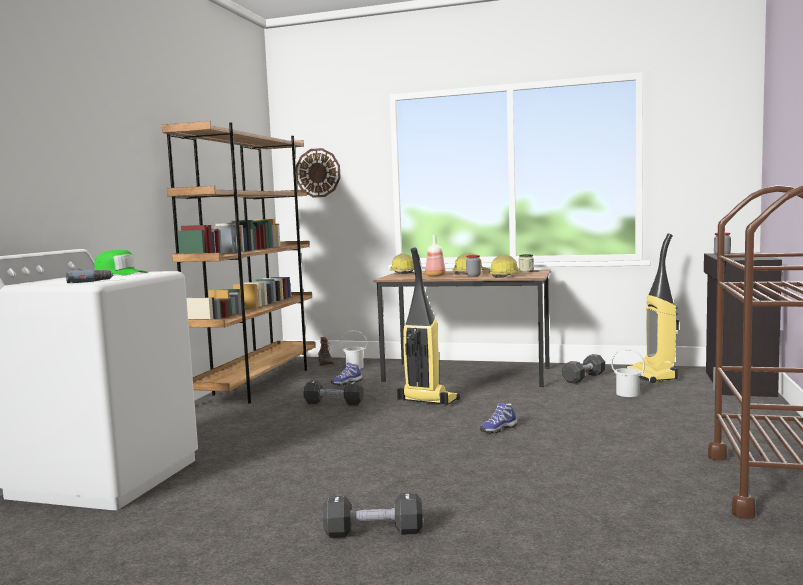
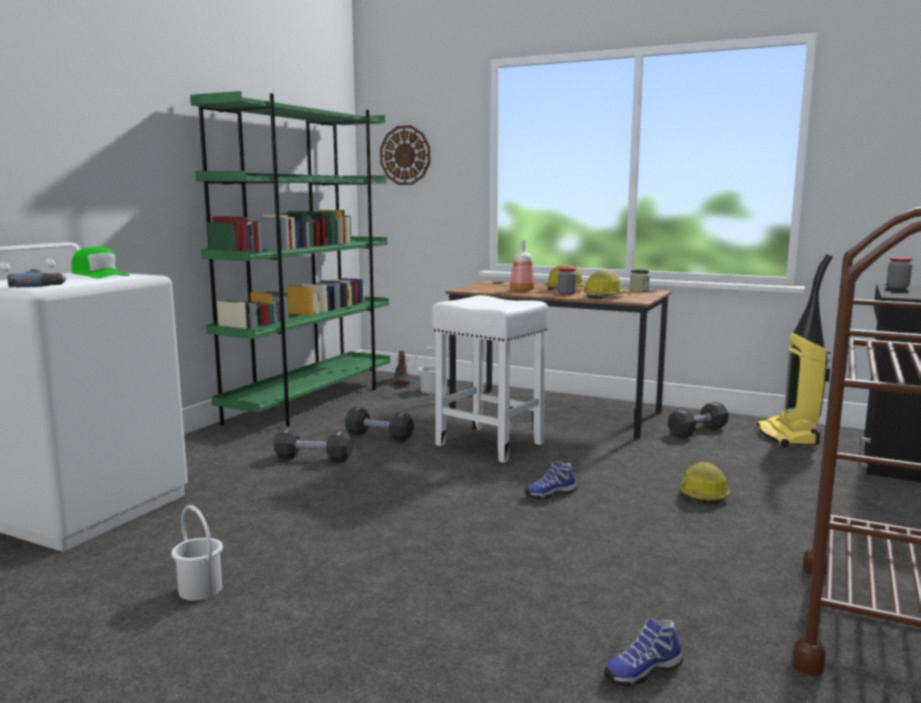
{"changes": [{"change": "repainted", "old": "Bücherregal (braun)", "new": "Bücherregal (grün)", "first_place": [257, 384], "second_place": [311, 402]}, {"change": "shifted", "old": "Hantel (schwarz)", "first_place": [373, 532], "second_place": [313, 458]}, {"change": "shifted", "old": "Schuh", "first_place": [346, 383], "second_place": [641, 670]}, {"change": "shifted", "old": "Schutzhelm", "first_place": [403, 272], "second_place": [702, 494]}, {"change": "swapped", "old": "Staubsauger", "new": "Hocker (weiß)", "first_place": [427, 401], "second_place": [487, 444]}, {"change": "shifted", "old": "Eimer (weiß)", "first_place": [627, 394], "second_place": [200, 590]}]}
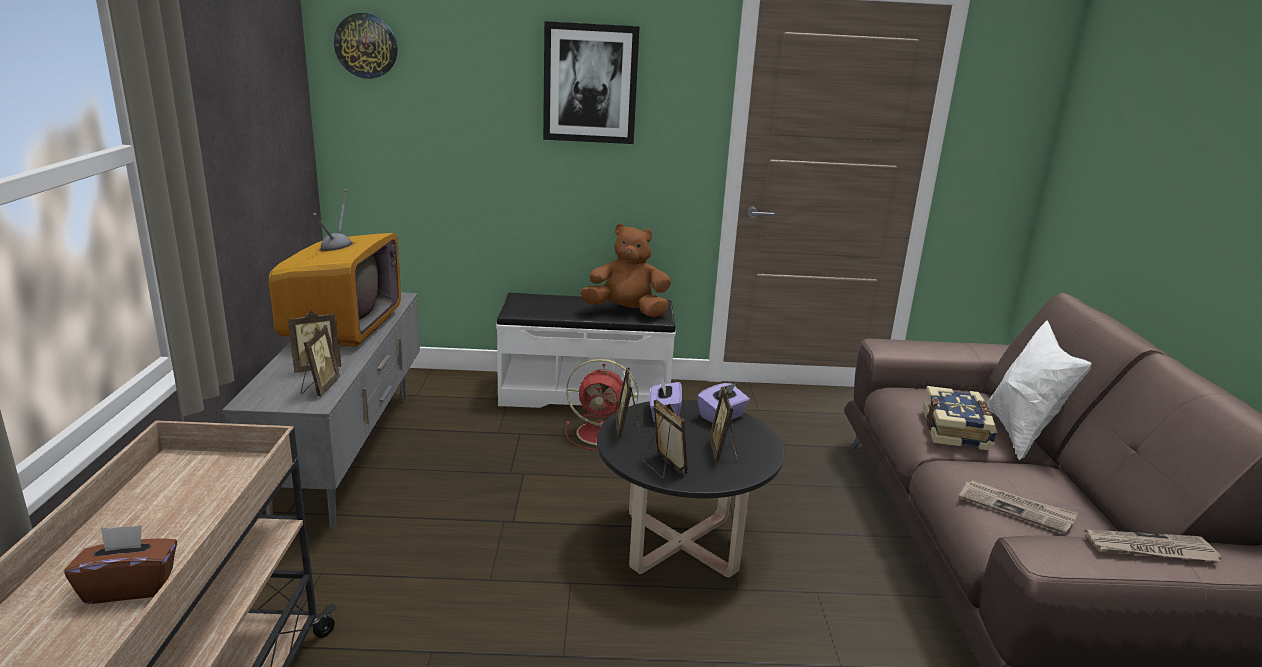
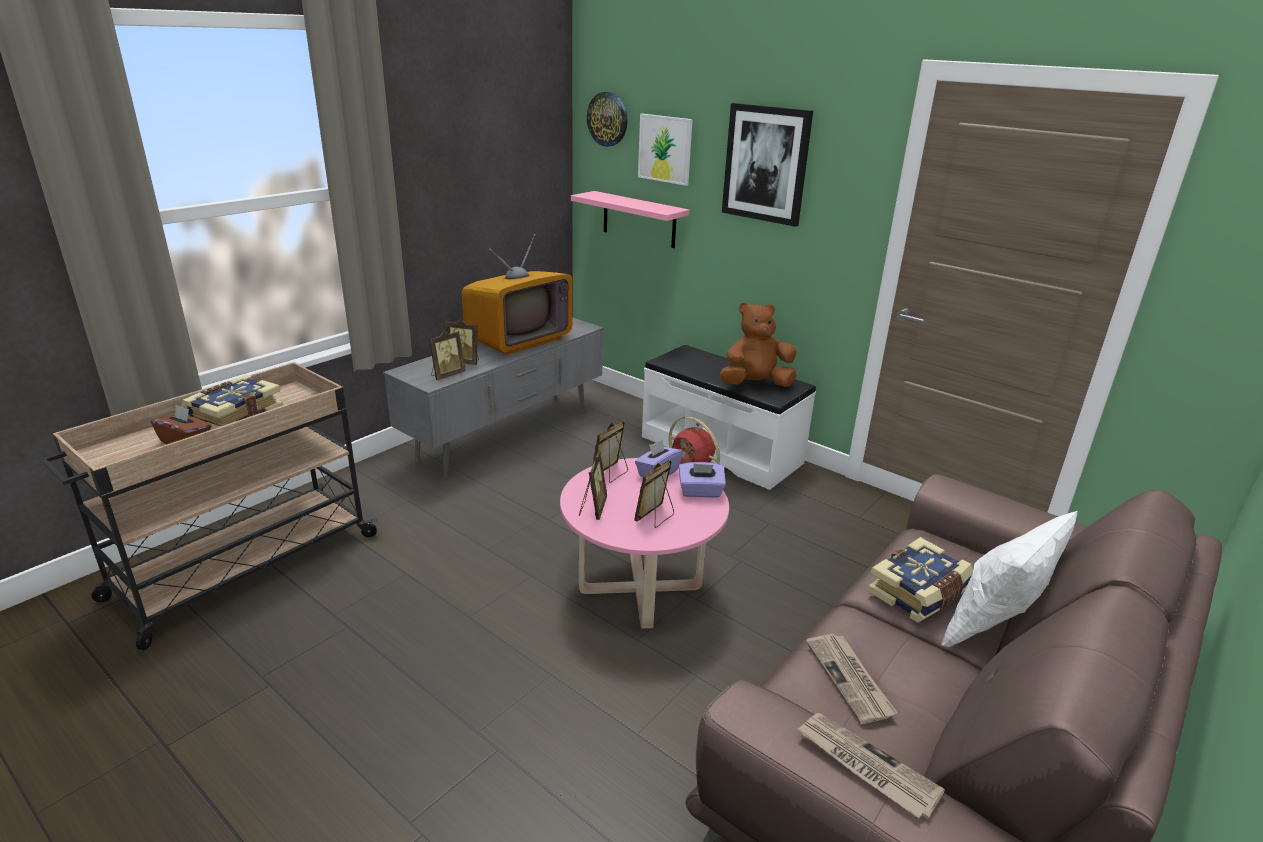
{"changes": [{"change": "rotated", "old": "Plüschtier (braun)", "first_place": [627, 311], "second_place": [755, 385], "degrees": -60}, {"change": "repainted", "old": "Couchtisch (schwarz)", "new": "Couchtisch (rosa)", "first_place": [681, 544], "second_place": [640, 588]}, {"change": "new", "new": "Buch", "second_place": [235, 416]}, {"change": "new", "new": "Wandregal (rosa)", "second_place": [639, 219]}, {"change": "new", "new": "Bild", "second_place": [665, 149]}]}
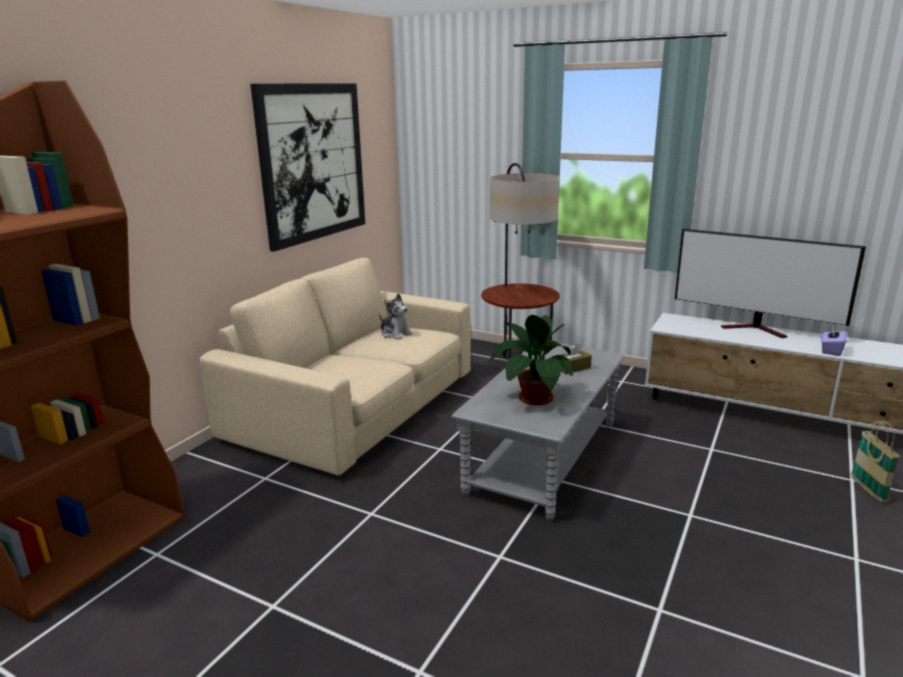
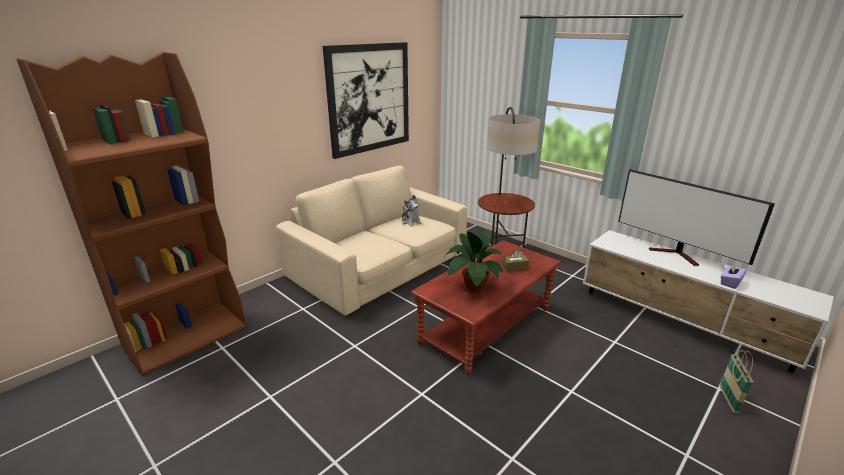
{"changes": [{"change": "repainted", "old": "Couchtisch (grau)", "new": "Couchtisch (braun)", "first_place": [544, 457], "second_place": [486, 325]}]}
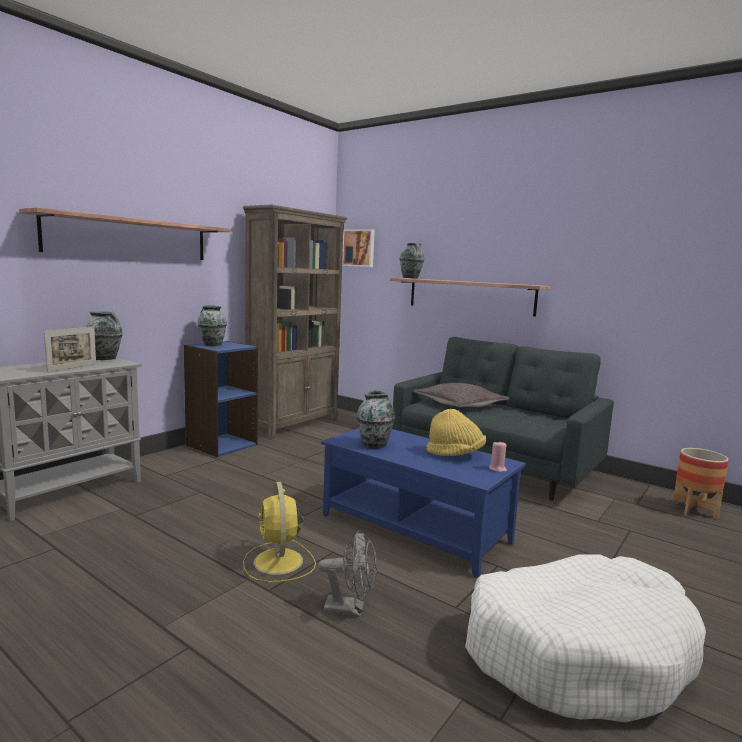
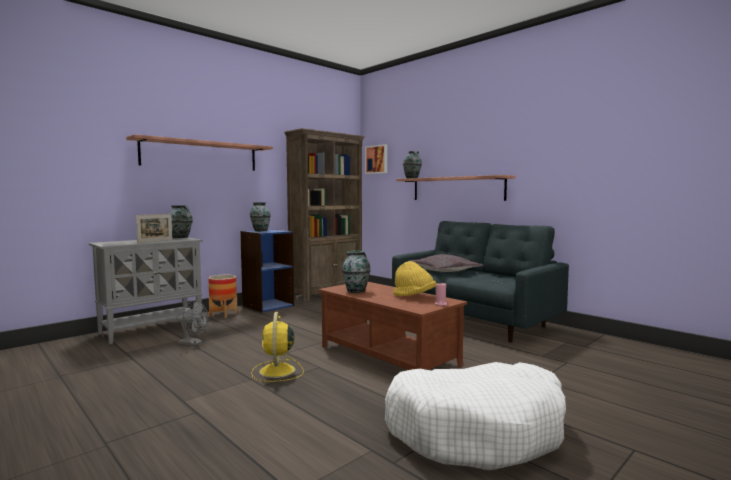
{"changes": [{"change": "shifted", "old": "Ventilator (grau)", "first_place": [350, 609], "second_place": [193, 343]}, {"change": "repainted", "old": "Couchtisch (blau)", "new": "Couchtisch (braun)", "first_place": [415, 528], "second_place": [389, 356]}, {"change": "shifted", "old": "Pflanzkübel", "first_place": [694, 510], "second_place": [223, 314]}]}
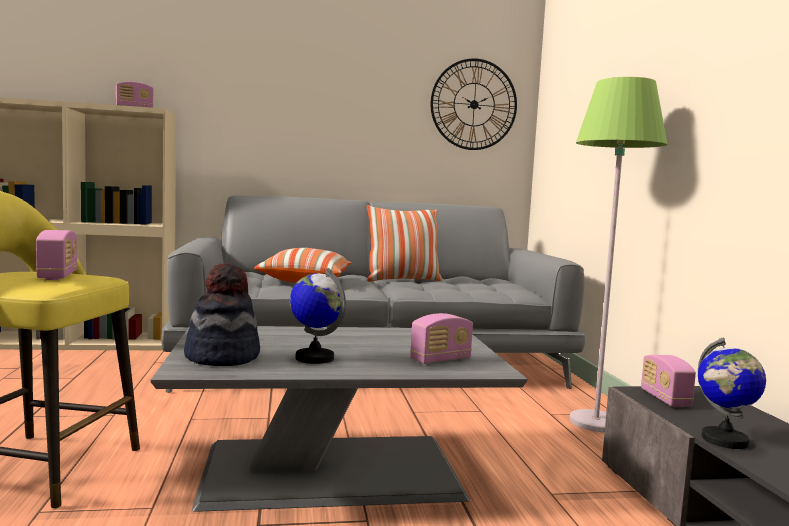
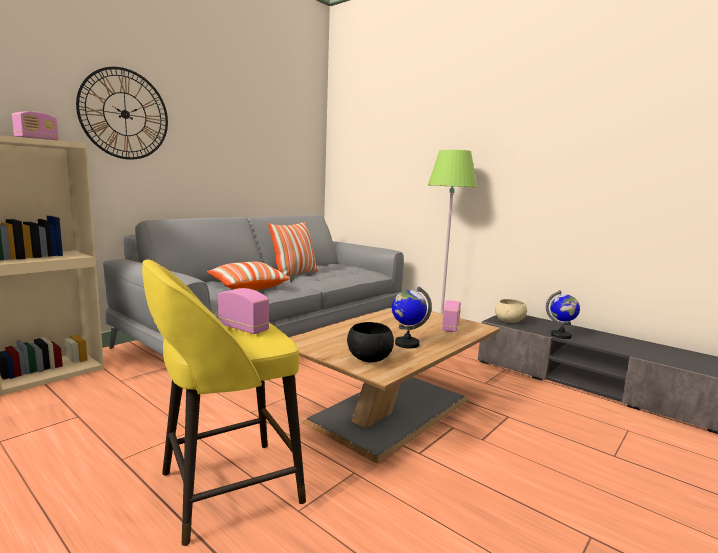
{"changes": [{"change": "repainted", "old": "Couchtisch (grau)", "new": "Couchtisch (braun)", "first_place": [336, 469], "second_place": [392, 408]}, {"change": "swapped", "old": "Hut", "new": "Schüssel (schwarz)", "first_place": [222, 357], "second_place": [369, 358]}, {"change": "shifted", "old": "Wanduhr", "first_place": [474, 104], "second_place": [125, 114]}, {"change": "swapped", "old": "Radio", "new": "Schüssel (beige)", "first_place": [665, 399], "second_place": [509, 322]}]}
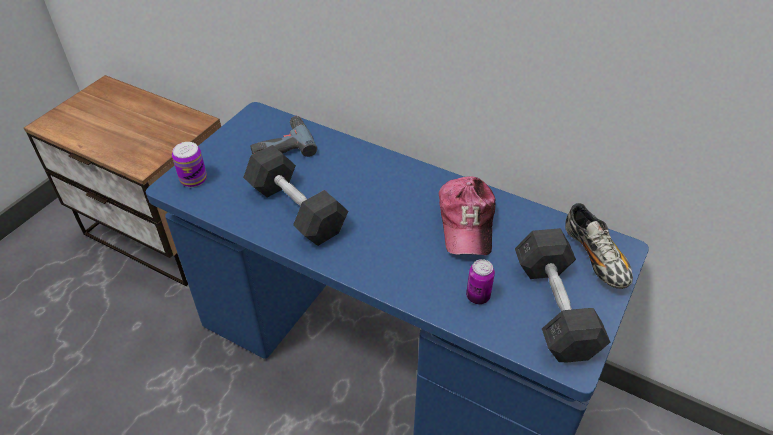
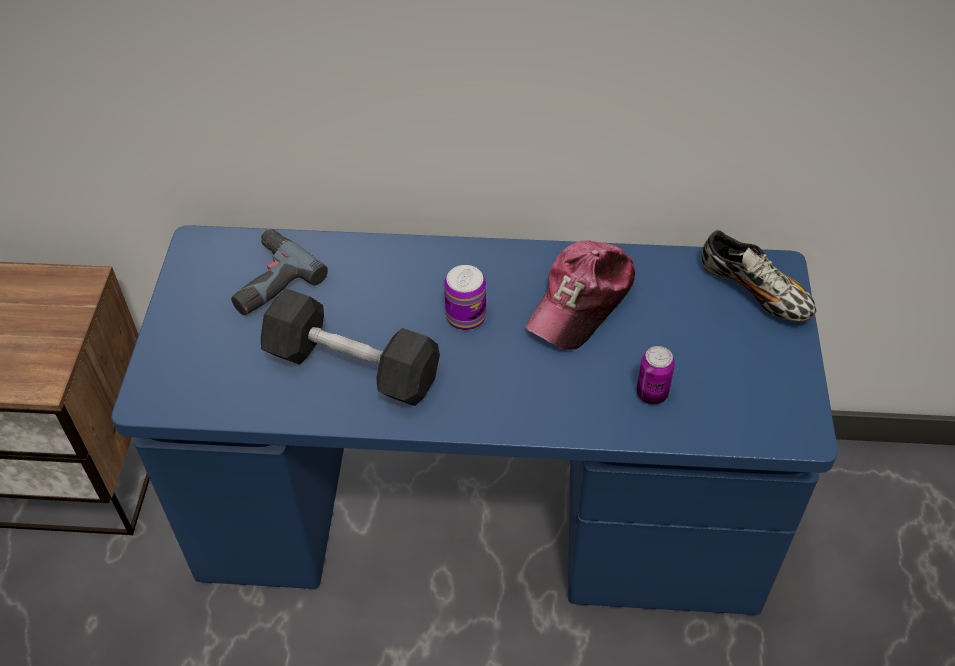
{"changes": [{"change": "shifted", "old": "Dose", "first_place": [193, 179], "second_place": [466, 317]}, {"change": "rotated", "old": "Kappe", "first_place": [466, 222], "second_place": [581, 302], "degrees": 60}, {"change": "gone", "old": "Hantel (grau)", "first_place": [554, 308]}]}
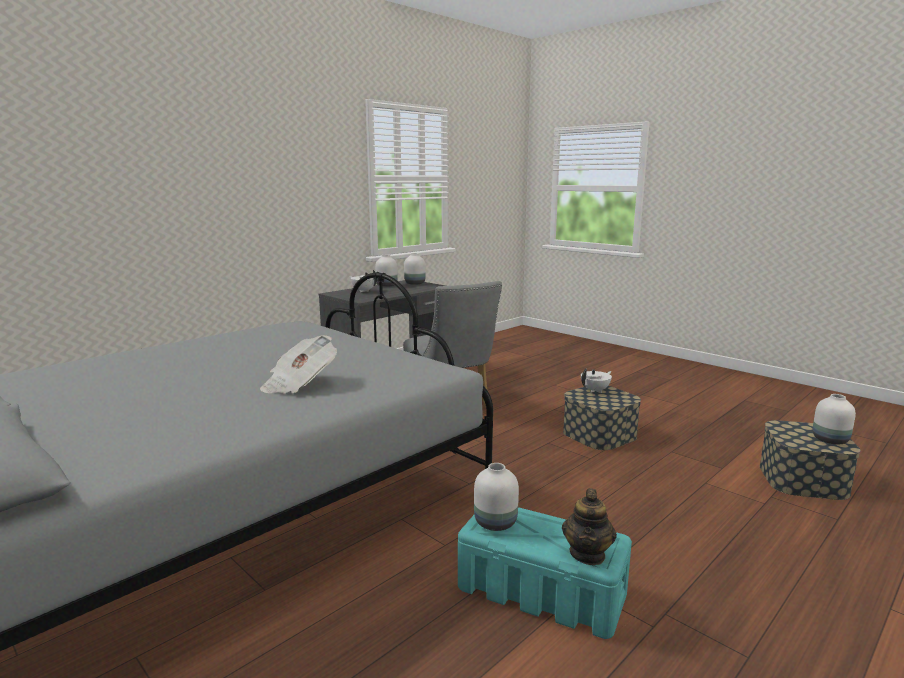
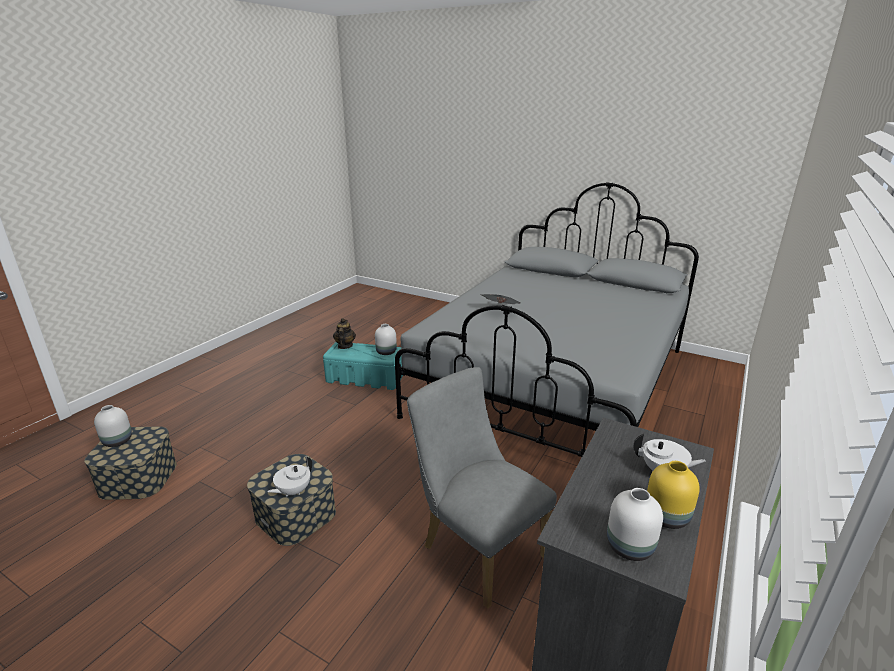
{"changes": [{"change": "repainted", "old": "Vase (weiß)", "new": "Vase (gelb)", "first_place": [386, 285], "second_place": [667, 516]}]}
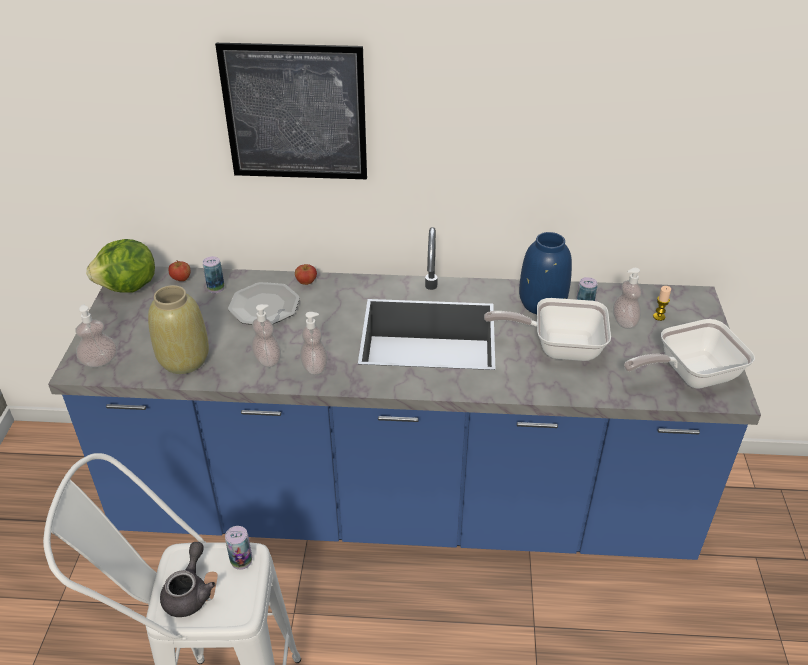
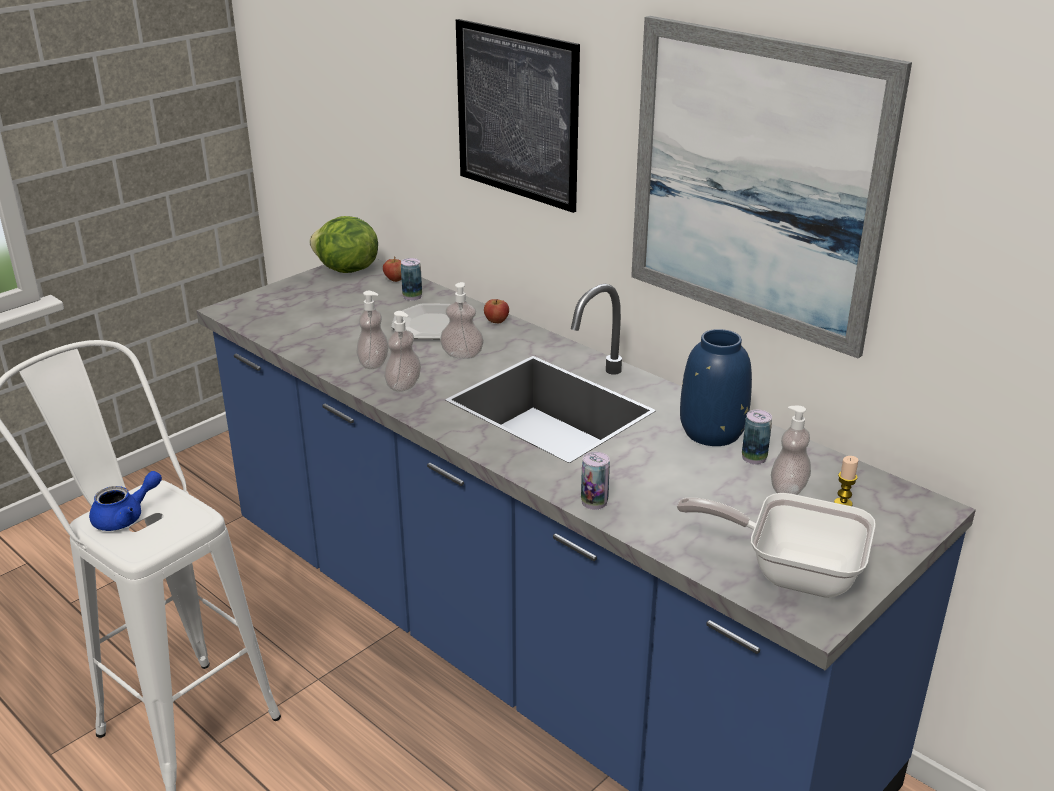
{"changes": [{"change": "shifted", "old": "Seifenspender", "first_place": [100, 361], "second_place": [462, 355]}, {"change": "gone", "old": "Vase (beige)", "first_place": [185, 360]}, {"change": "repainted", "old": "Teekanne (grau)", "new": "Teekanne (blau)", "first_place": [189, 592], "second_place": [126, 517]}, {"change": "shifted", "old": "Dose", "first_place": [241, 560], "second_place": [594, 502]}, {"change": "gone", "old": "Pfanne", "first_place": [558, 347]}, {"change": "new", "new": "Bild", "second_place": [754, 183]}]}
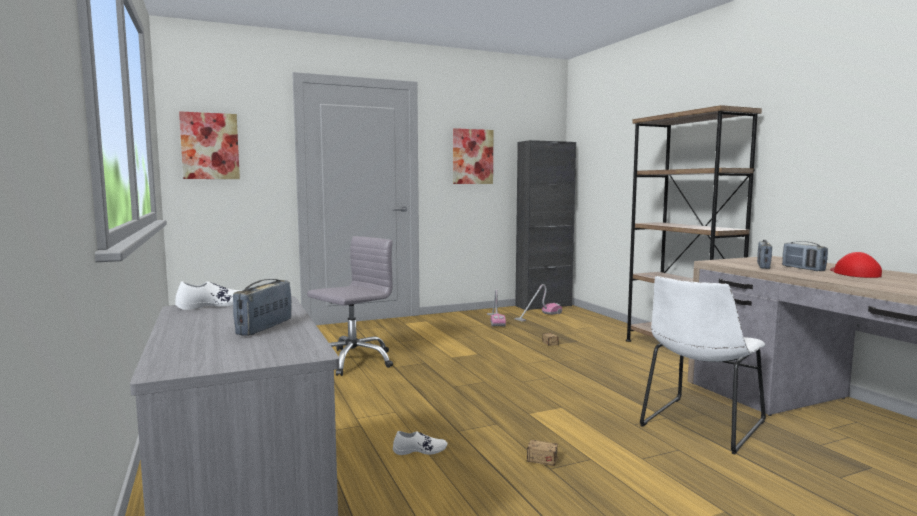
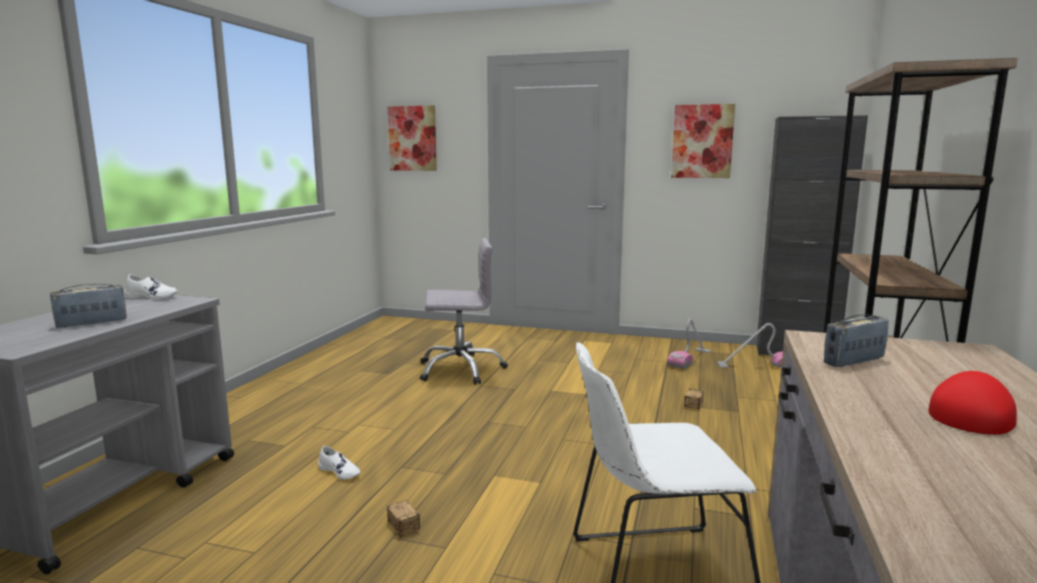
{"changes": [{"change": "gone", "old": "Radio", "first_place": [803, 268]}]}
